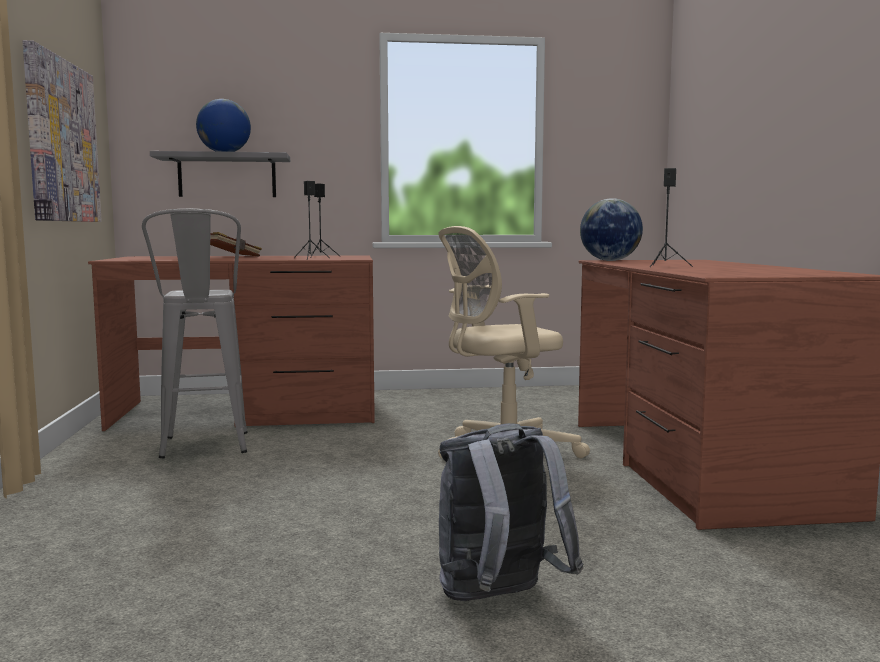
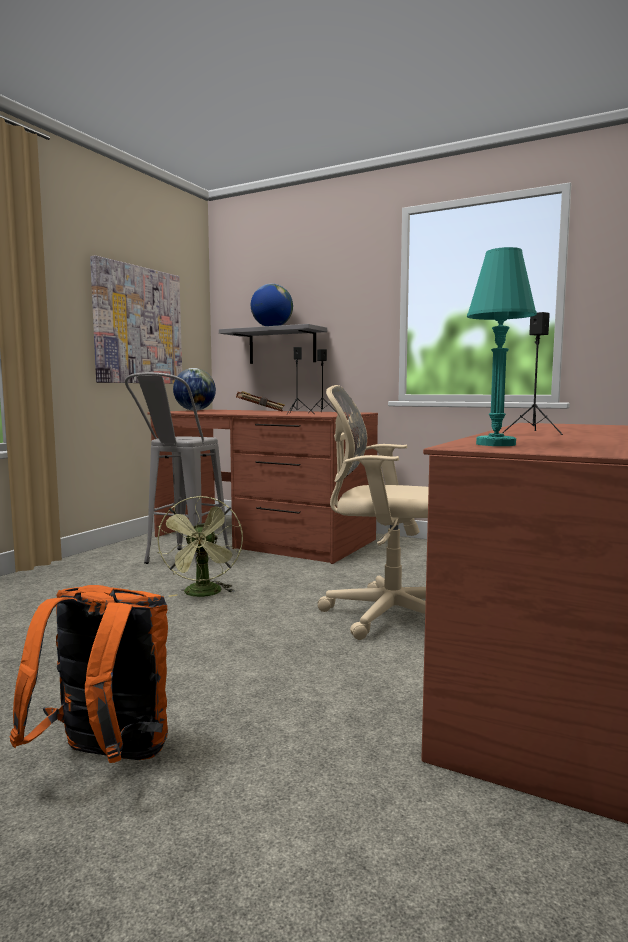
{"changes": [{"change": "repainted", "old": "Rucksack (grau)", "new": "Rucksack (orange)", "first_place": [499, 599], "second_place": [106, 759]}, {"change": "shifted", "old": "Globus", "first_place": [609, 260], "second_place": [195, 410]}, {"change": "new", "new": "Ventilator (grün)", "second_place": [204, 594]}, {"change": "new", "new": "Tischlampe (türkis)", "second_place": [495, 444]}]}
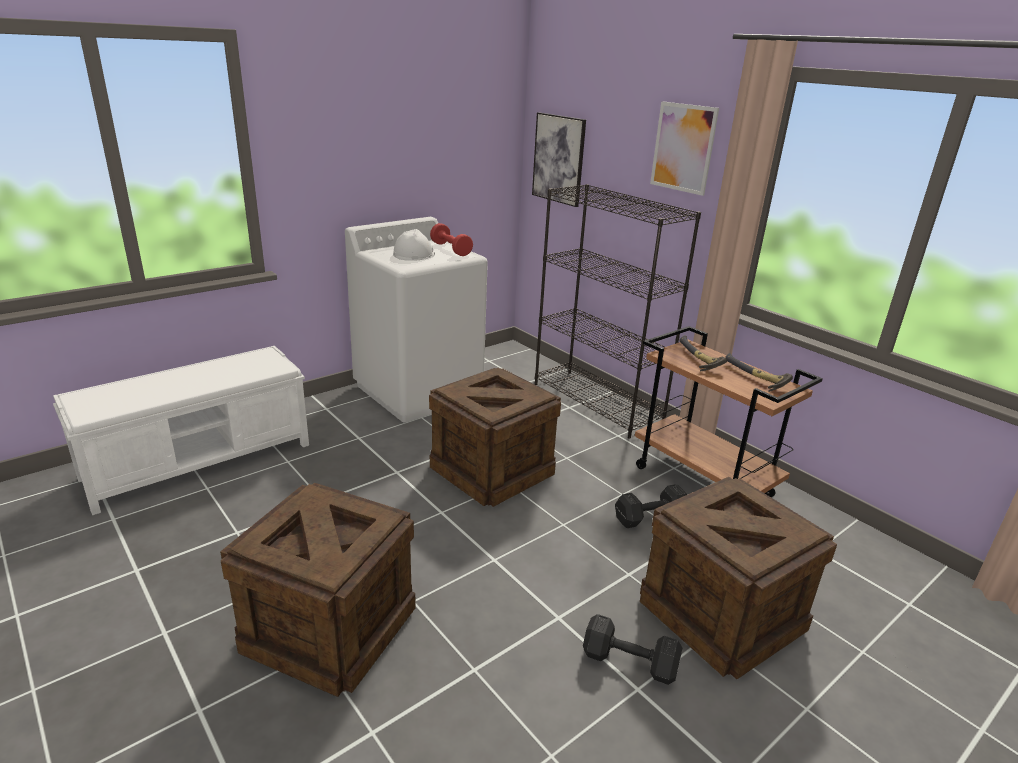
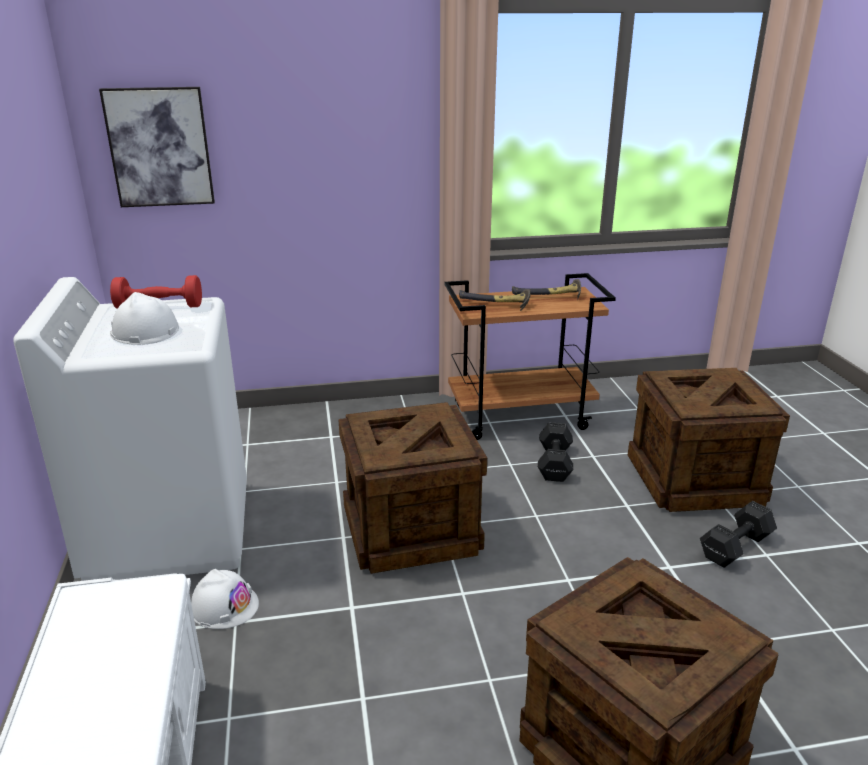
{"changes": [{"change": "gone", "old": "Bücherregal (schwarz)", "first_place": [597, 402]}, {"change": "gone", "old": "Bild", "first_place": [683, 148]}, {"change": "new", "new": "Schutzhelm (weiß)", "second_place": [224, 606]}]}
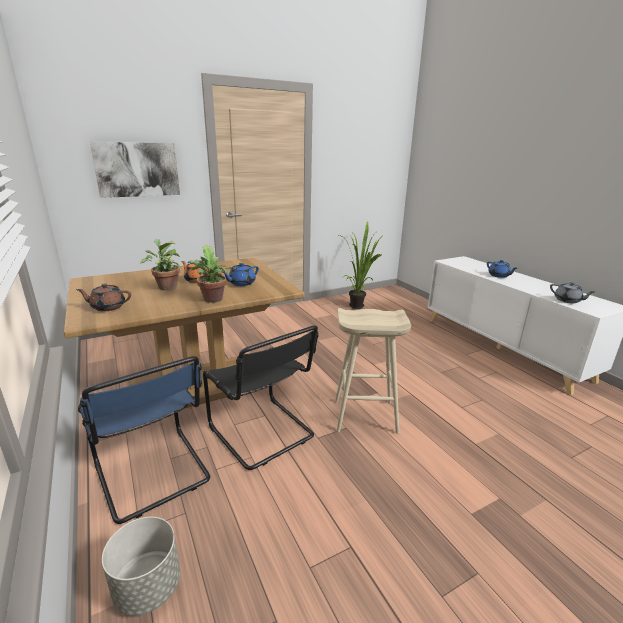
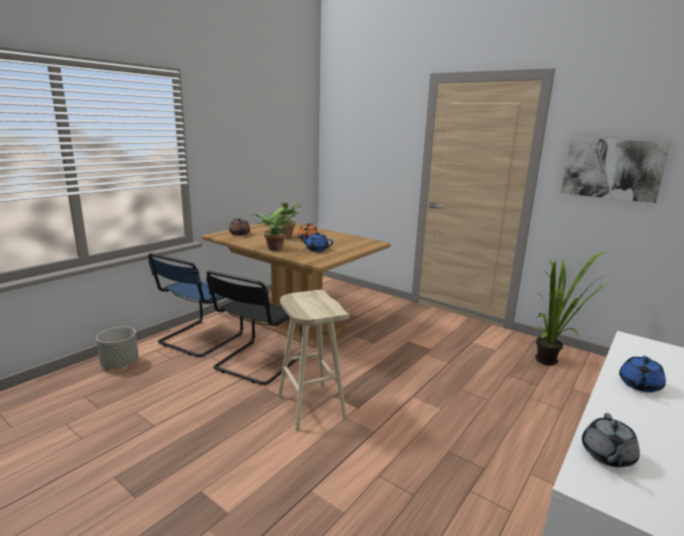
{"changes": [{"change": "shifted", "old": "Bild", "first_place": [137, 169], "second_place": [612, 169]}]}
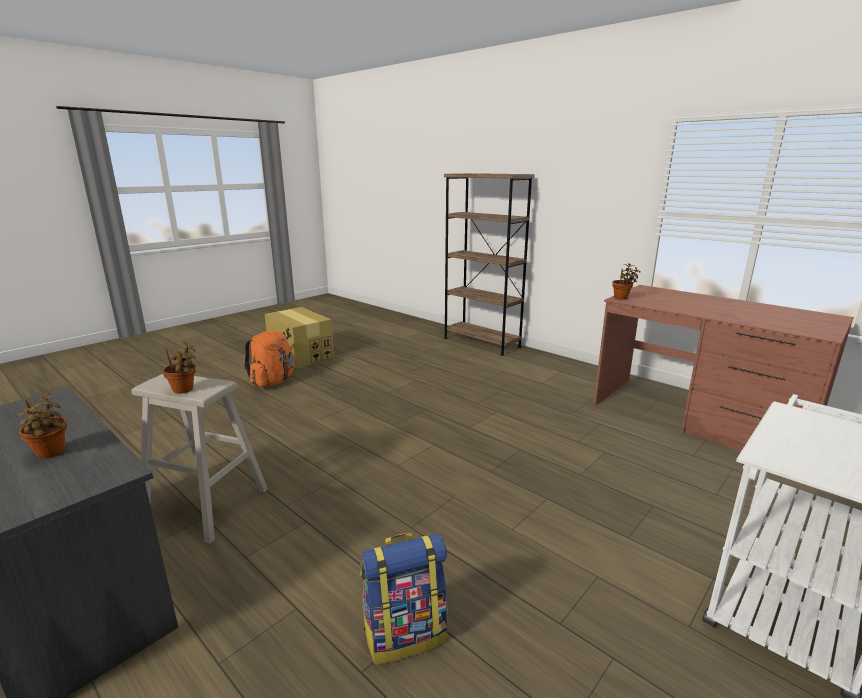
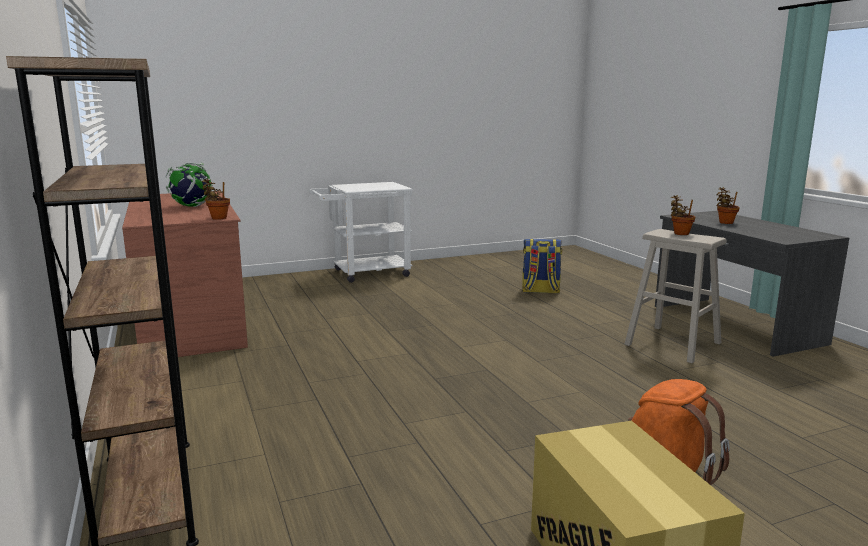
{"changes": [{"change": "new", "new": "Globus", "second_place": [191, 206]}]}
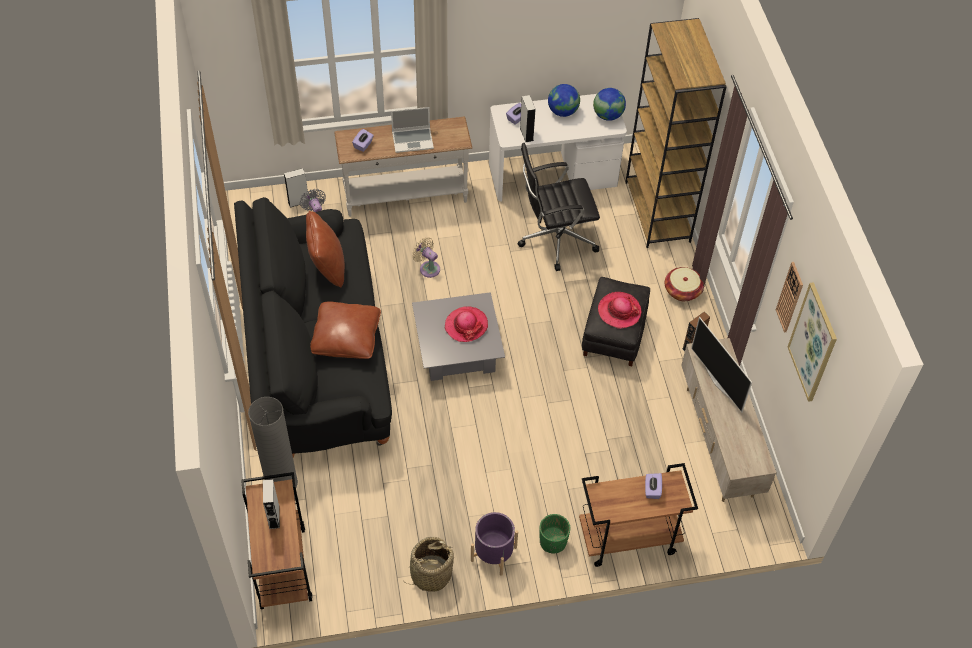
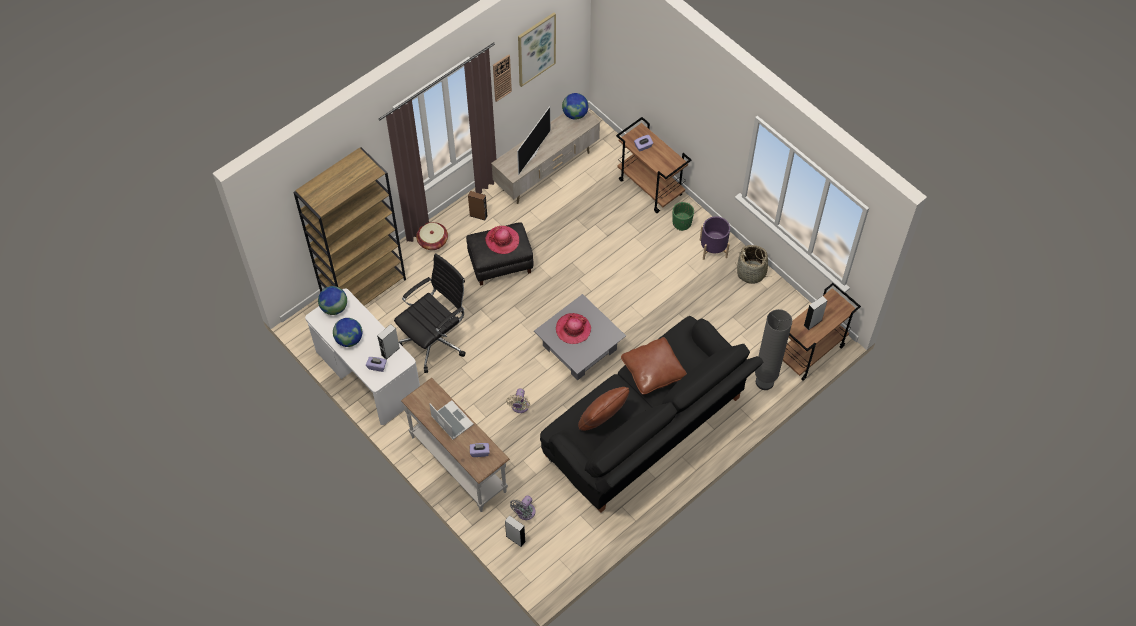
{"changes": [{"change": "rotated", "old": "Bürostuhl (schwarz)", "first_place": [555, 239], "second_place": [435, 340], "degrees": -90}, {"change": "new", "new": "Globus", "second_place": [575, 114]}]}
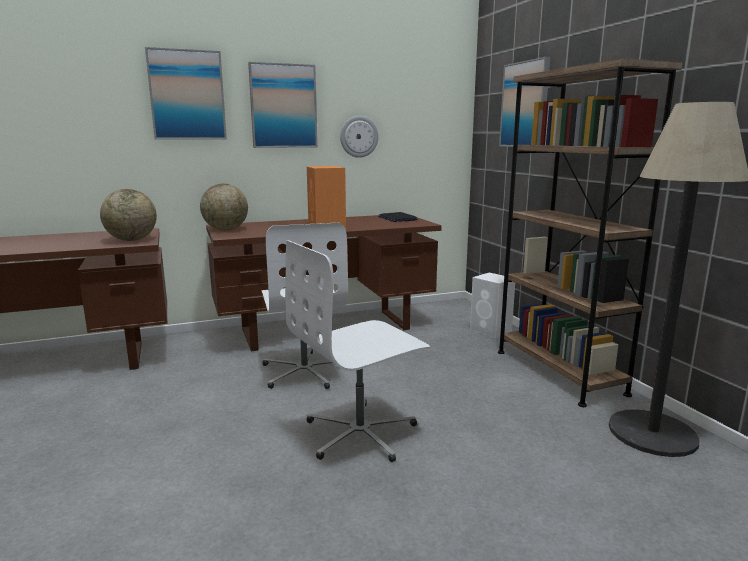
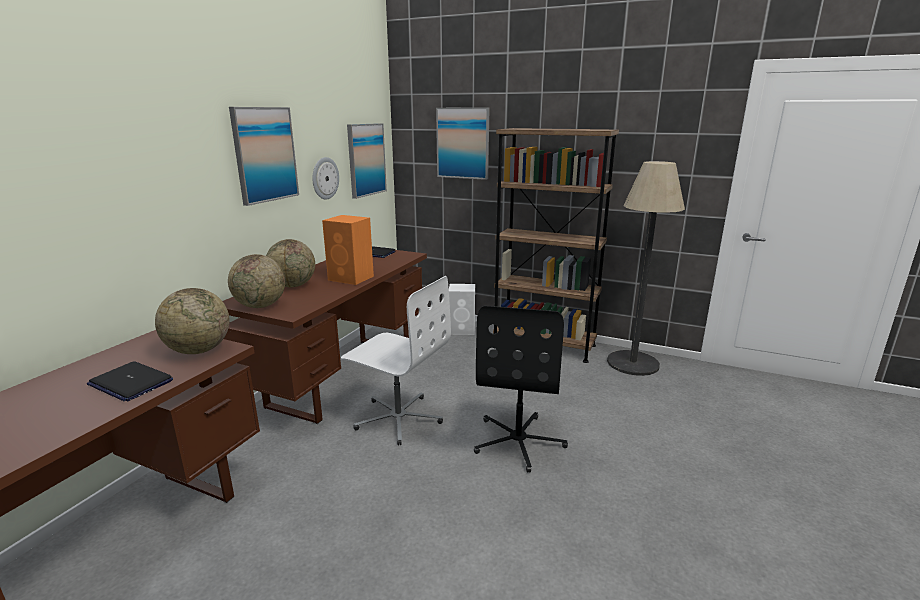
{"changes": [{"change": "shifted", "old": "Bild", "first_place": [187, 95], "second_place": [366, 160]}, {"change": "repainted", "old": "Bürostuhl (weiß)", "new": "Bürostuhl (schwarz)", "first_place": [361, 433], "second_place": [519, 441]}, {"change": "new", "new": "Laptop", "second_place": [130, 382]}, {"change": "new", "new": "Globus", "second_place": [293, 285]}]}
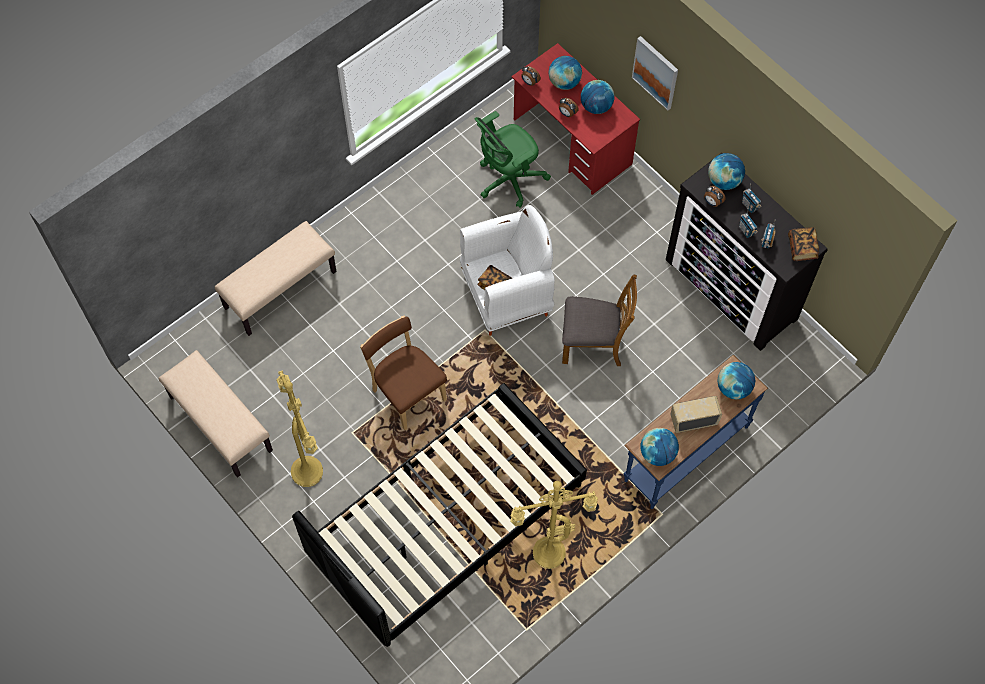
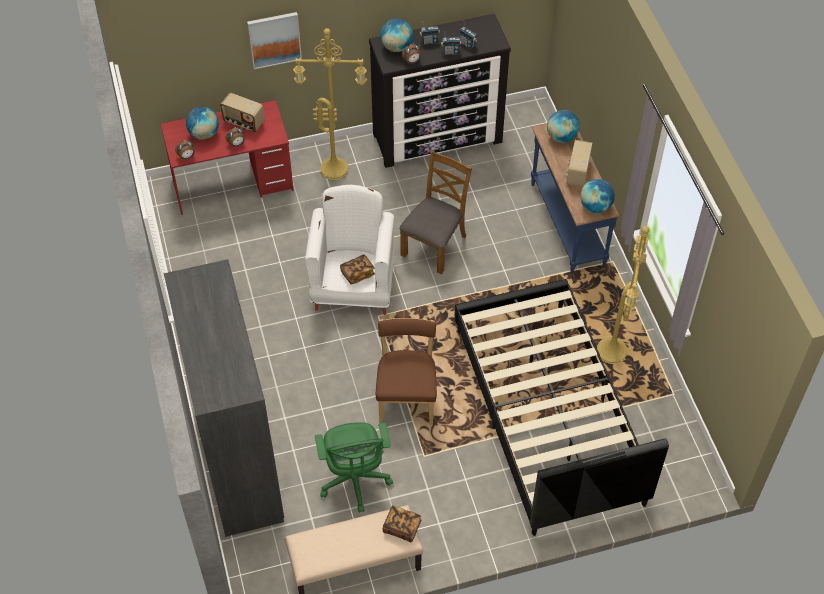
{"changes": [{"change": "swapped", "old": "Bank (beige)", "new": "Kleiderschrank (grau)", "first_place": [280, 289], "second_place": [239, 461]}, {"change": "shifted", "old": "Stehlampe (gelb)", "first_place": [309, 472], "second_place": [335, 168]}, {"change": "rotated", "old": "Stuhl (braun)", "first_place": [407, 393], "second_place": [407, 398], "degrees": 105}, {"change": "shifted", "old": "Bürostuhl (grün)", "first_place": [508, 180], "second_place": [355, 480]}, {"change": "swapped", "old": "Globus", "new": "Radio", "first_place": [596, 106], "second_place": [243, 122]}, {"change": "shifted", "old": "Buch", "first_place": [802, 248], "second_place": [402, 527]}]}
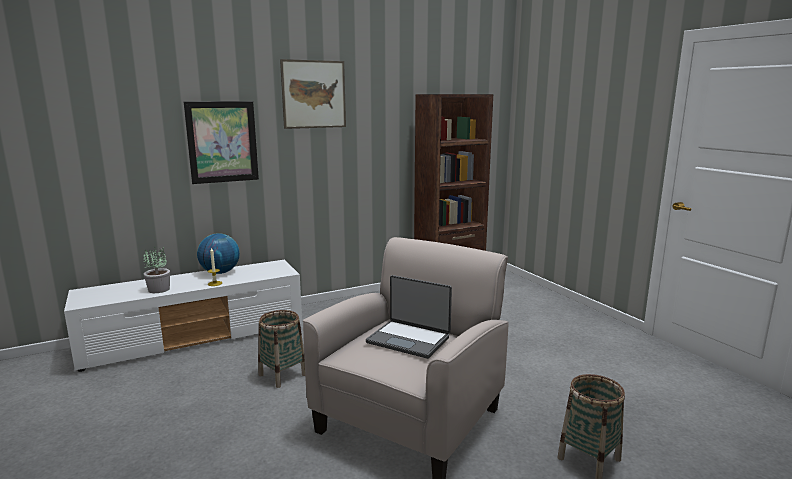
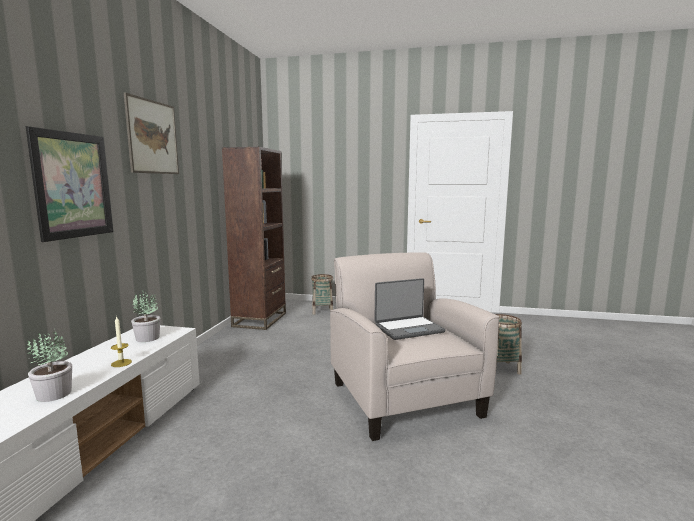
{"changes": [{"change": "gone", "old": "Globus", "first_place": [220, 272]}, {"change": "shifted", "old": "Korb", "first_place": [282, 375], "second_place": [322, 311]}, {"change": "new", "new": "Topfpflanze", "second_place": [147, 338]}]}
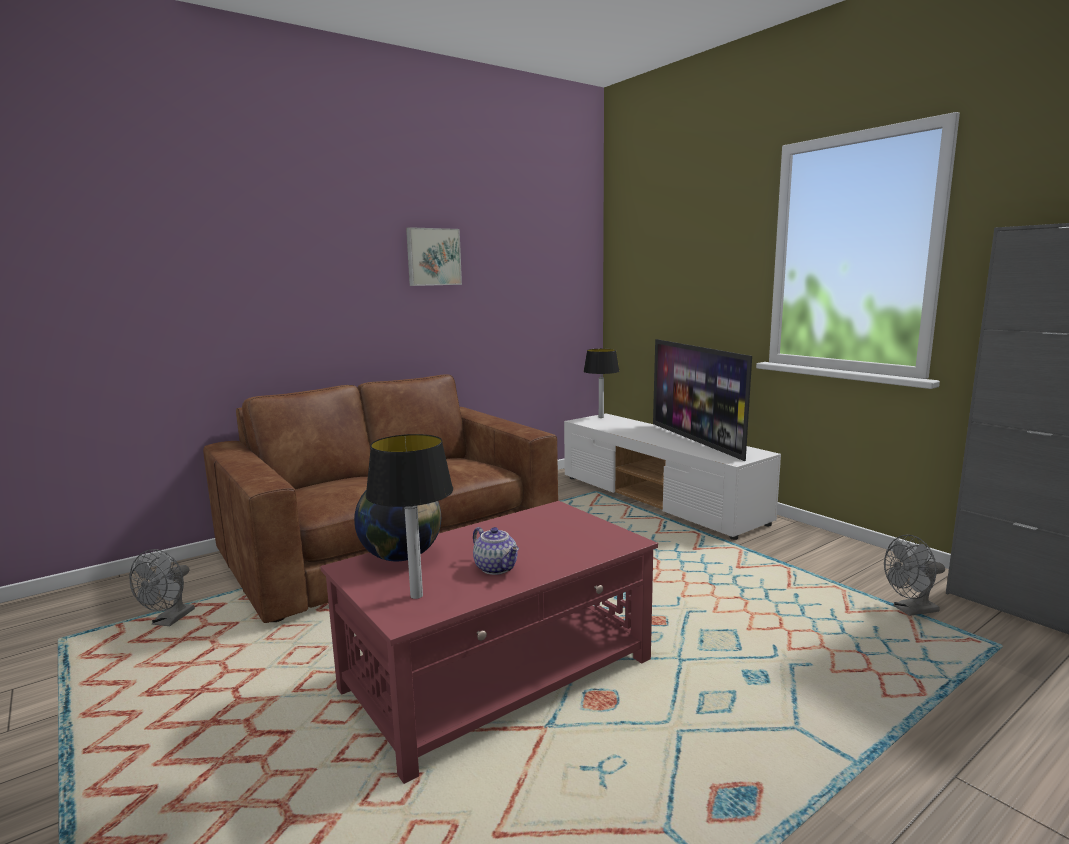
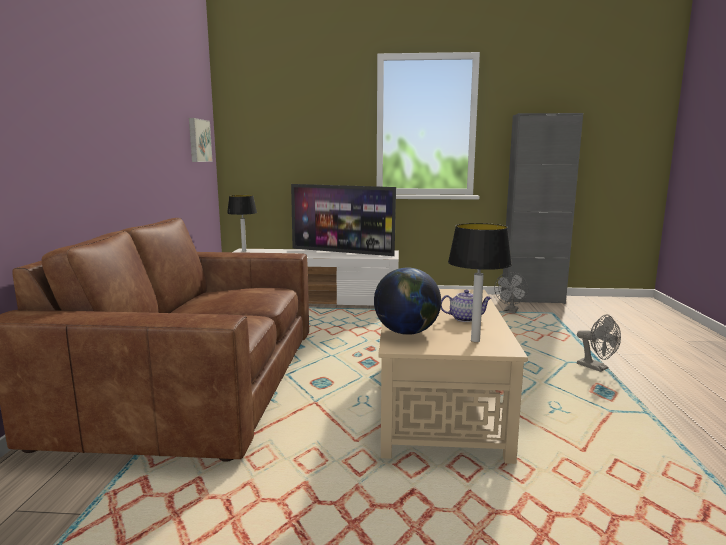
{"changes": [{"change": "shifted", "old": "Ventilator (grau)", "first_place": [169, 621], "second_place": [596, 368]}, {"change": "repainted", "old": "Couchtisch (rot)", "new": "Couchtisch (beige)", "first_place": [500, 674], "second_place": [439, 404]}, {"change": "shifted", "old": "Bild", "first_place": [433, 257], "second_place": [198, 140]}]}
